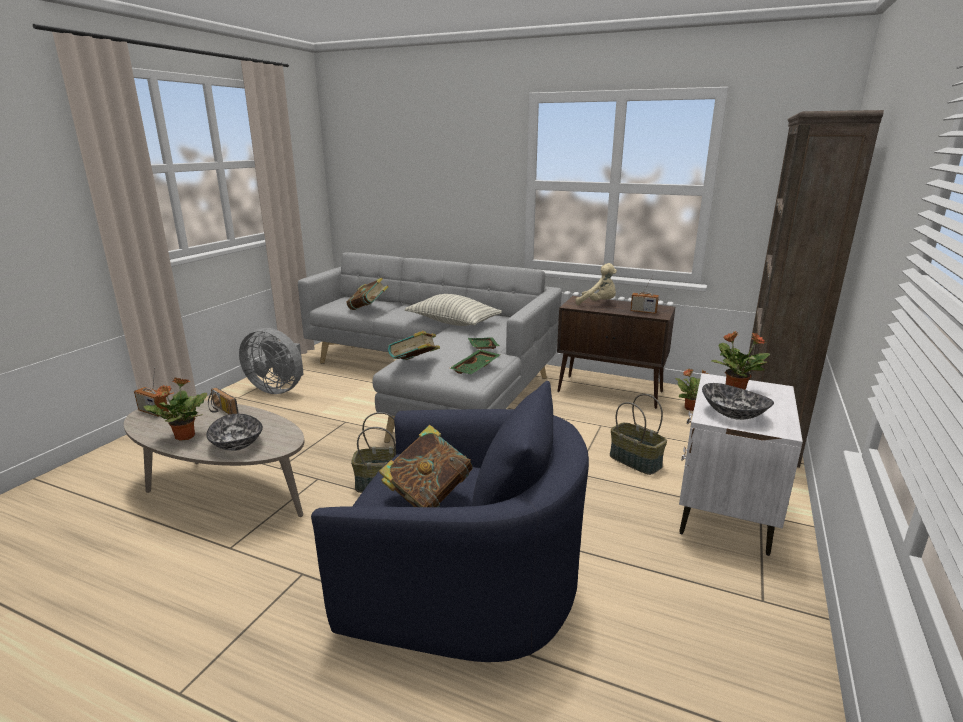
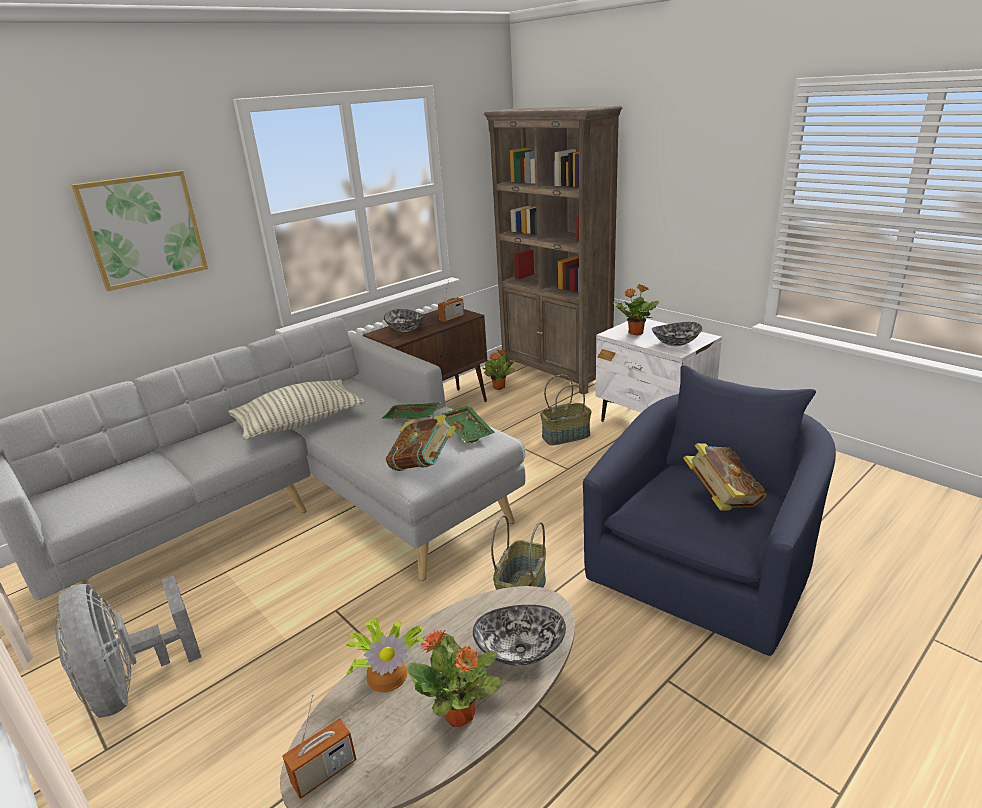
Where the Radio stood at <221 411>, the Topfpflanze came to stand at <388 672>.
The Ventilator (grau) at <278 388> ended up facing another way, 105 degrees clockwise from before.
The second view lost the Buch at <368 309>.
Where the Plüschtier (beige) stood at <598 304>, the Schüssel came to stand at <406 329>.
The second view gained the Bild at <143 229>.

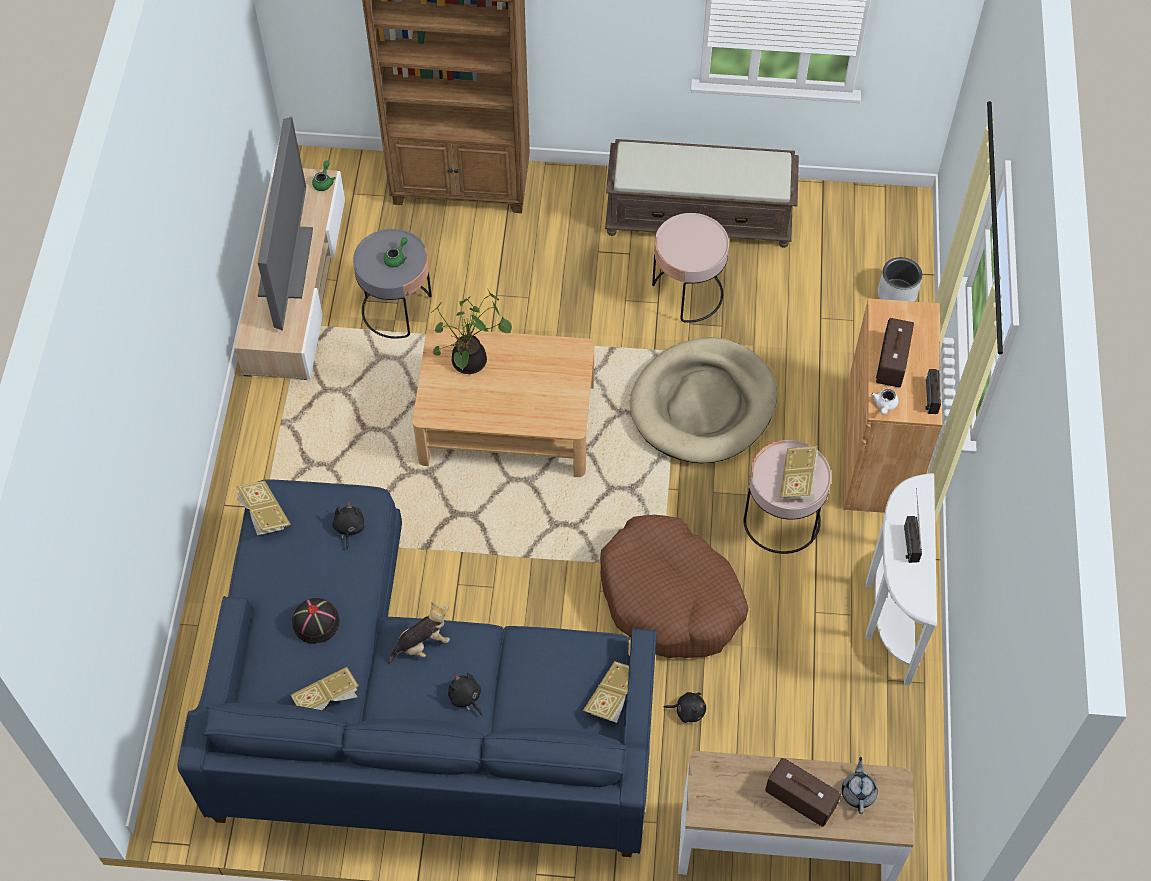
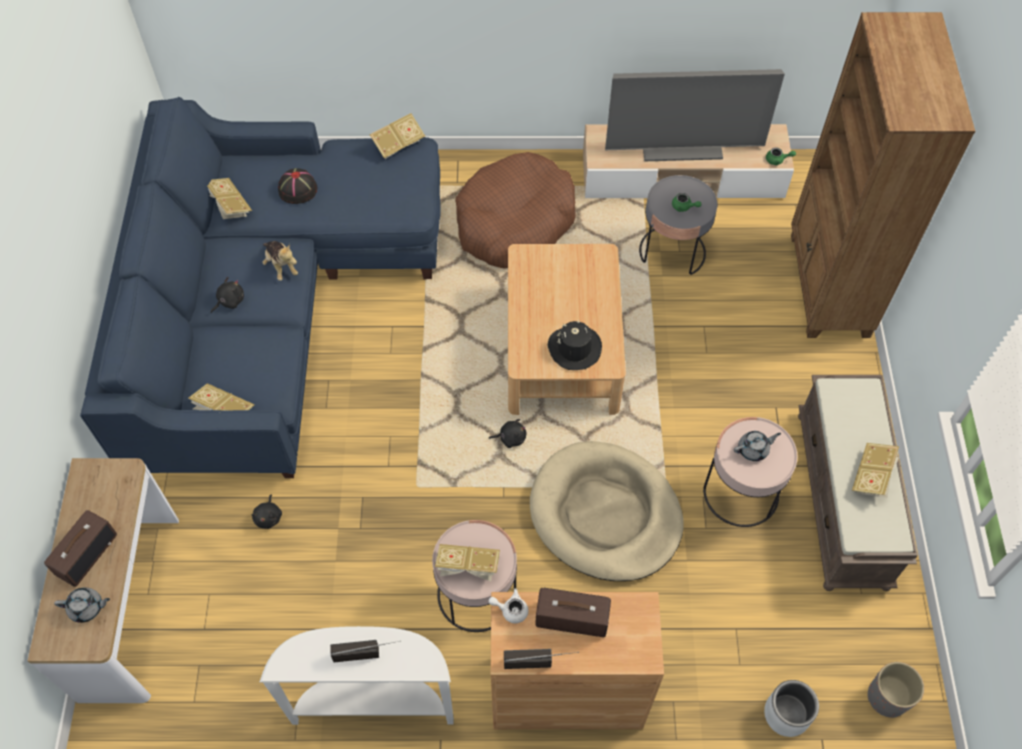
The Plüschtier (schwarz) ended up elsewhere, having gone from <349 528> to <510 438>.
The second view lost the Topfpflanze at <470 364>.
The Hundebett (braun) ended up elsewhere, having gone from <670 597> to <514 222>.
The second view gained the Hut (schwarz) at <574 348>.
The second view gained the Teekanne (grau) at <753 449>.
The second view gained the Buch at <872 477>.
The second view gained the Pflanzkübel (grau) at <888 697>.

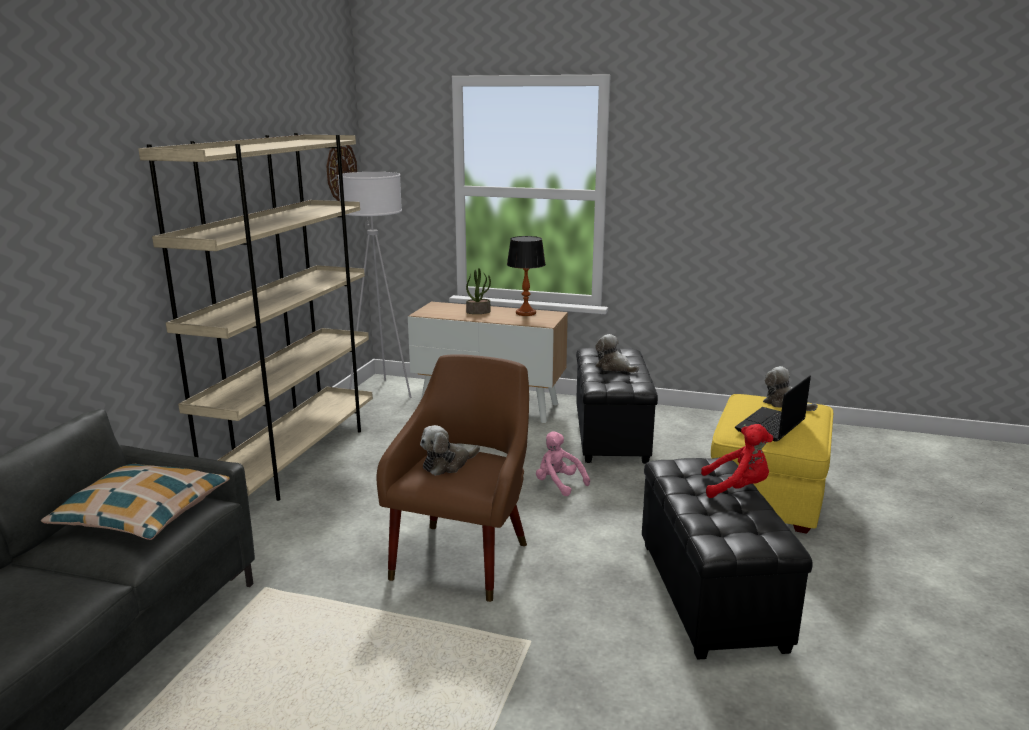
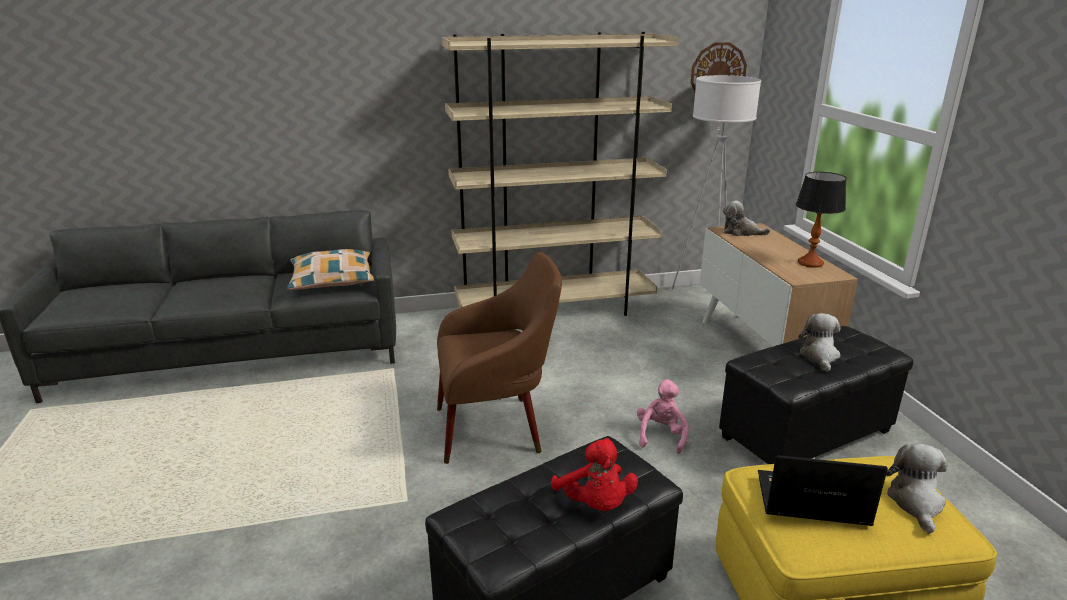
The Plüschtier ended up elsewhere, having gone from <447 464> to <741 232>.
The second view lost the Topfpflanze at <478 312>.

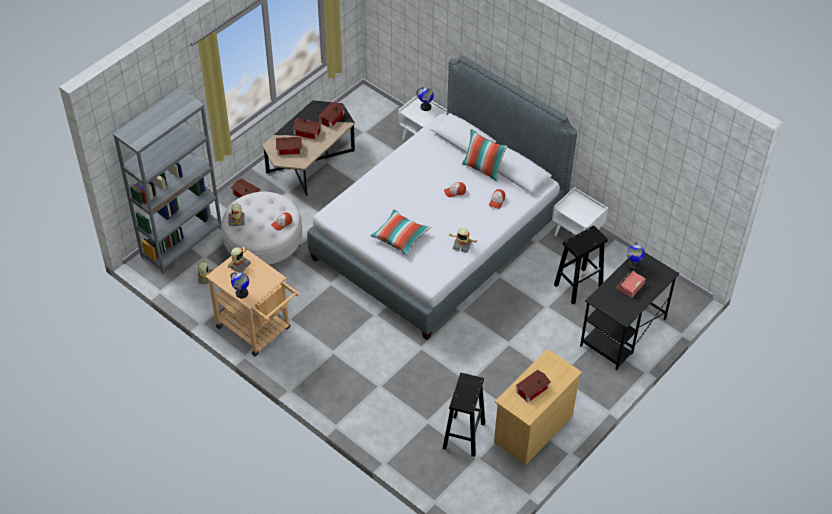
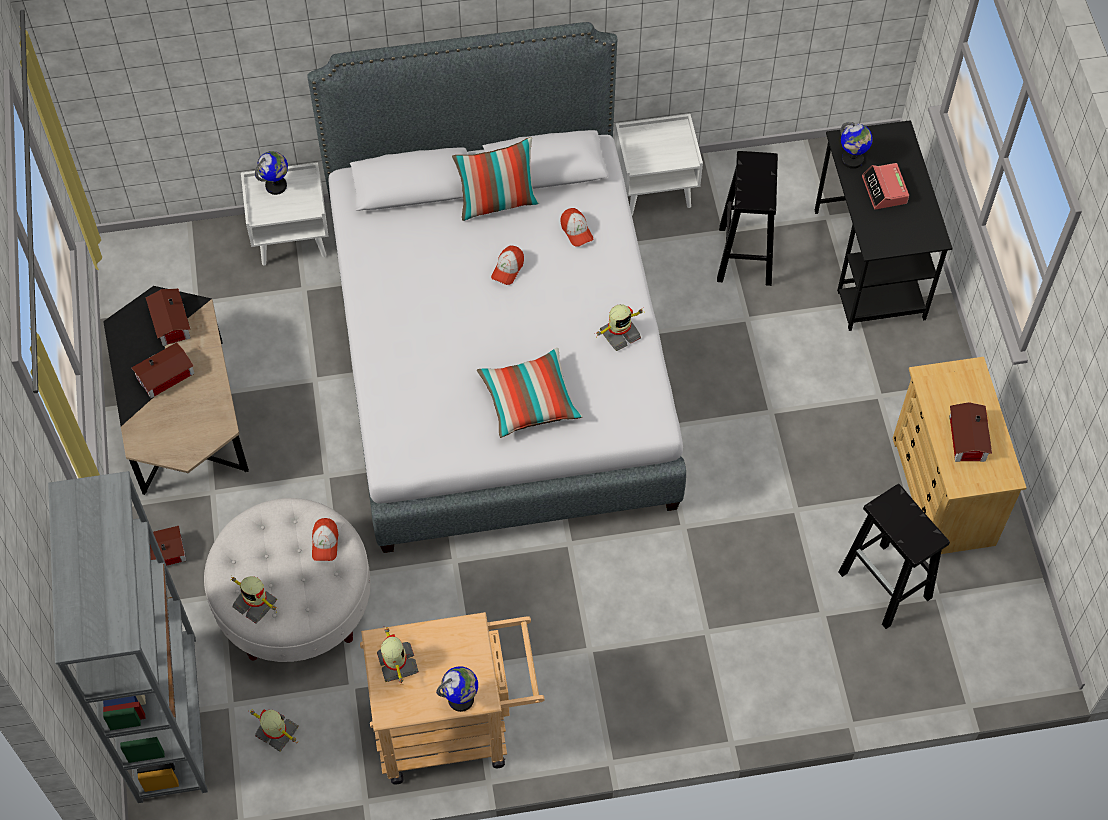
The second view lost the Spielzeughaus at <290 149>.

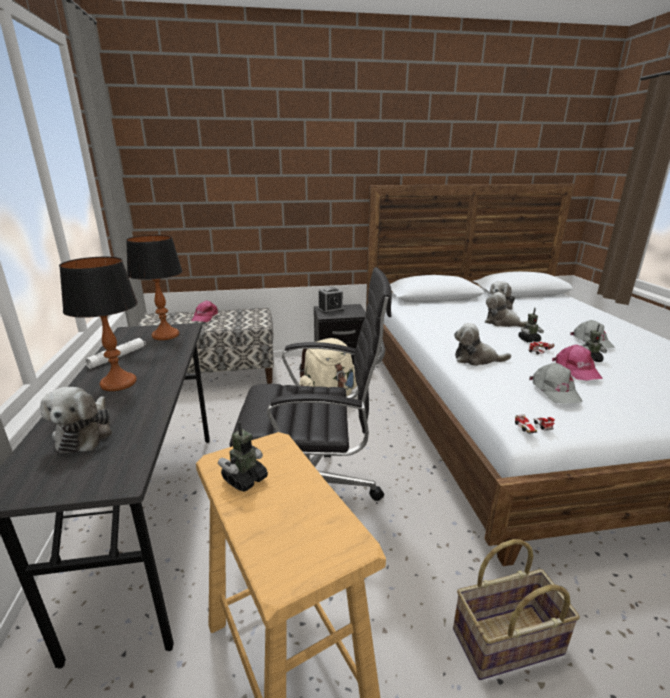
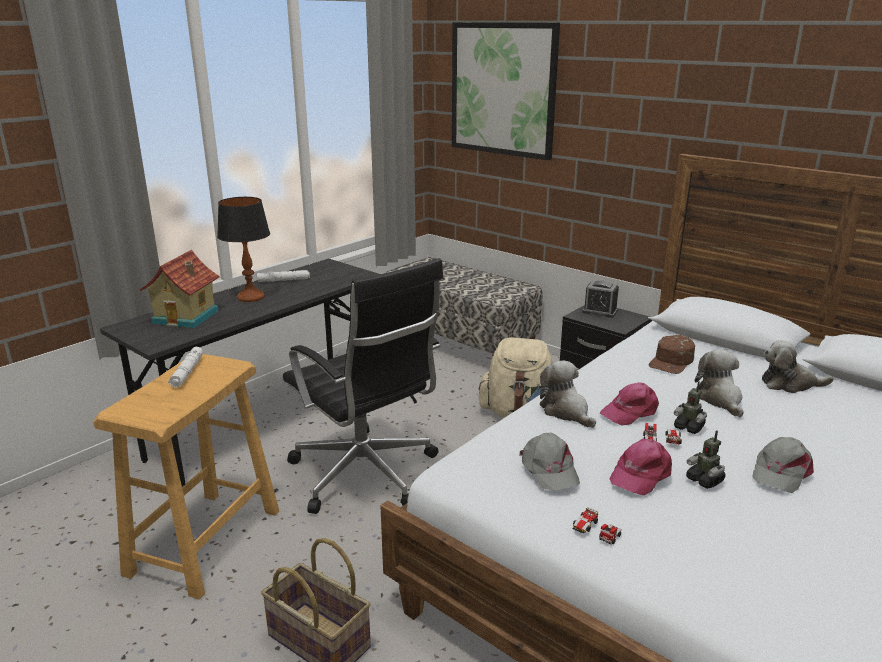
Where the Plüschtier stood at <85 433>, the Spielzeughaus came to stand at <187 317>.
The second view lost the Tischlampe at <166 335>.
The Kappe (rosa) ended up elsewhere, having gone from <205 317> to <630 411>.
Where the Spielzeugroboter stood at <245 479>, the Taschenlampe (weiß) came to stand at <187 372>.
The Spielzeugauto ended up elsewhere, having gone from <533 428> to <596 532>.
The Kappe (grau) at <554 390> ended up facing another way, 60 degrees counterclockwise from before.
The second view gained the Bild at <503 89>.
The second view gained the Kappe (braun) at <671 362>.

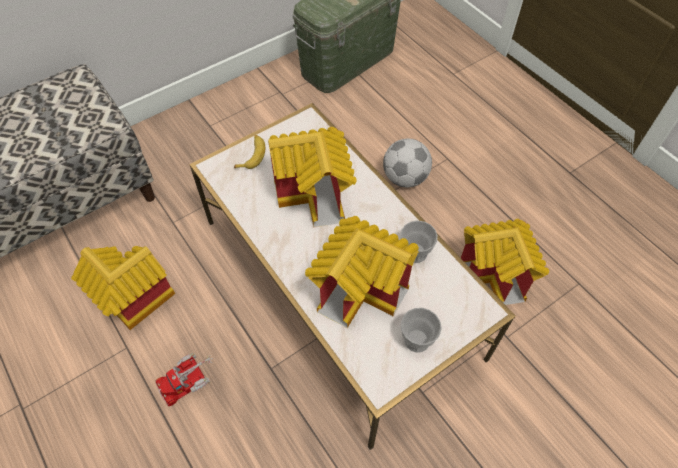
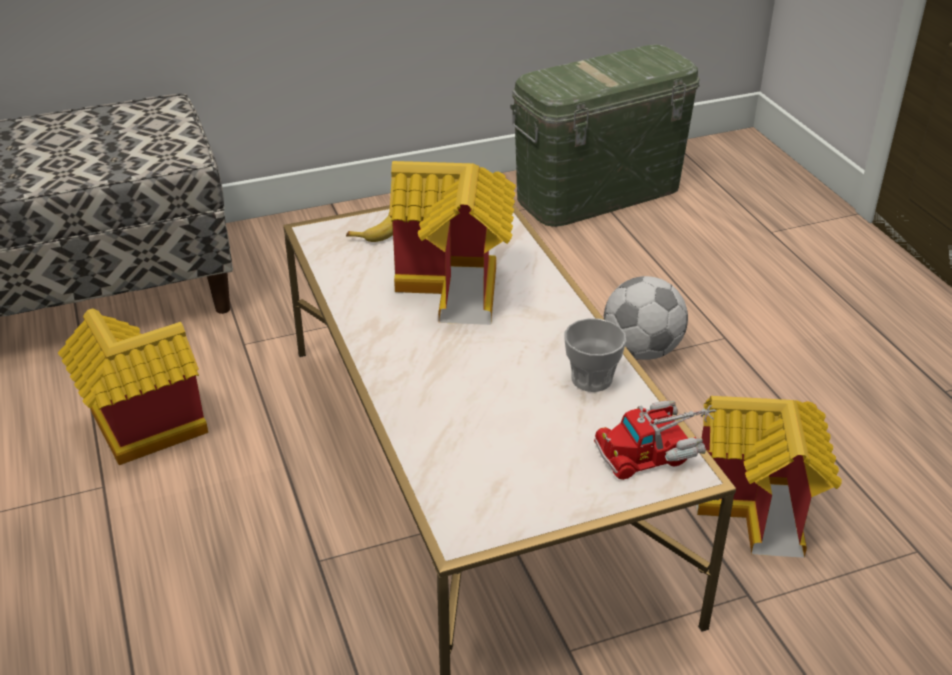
The Spielzeuglaster ended up elsewhere, having gone from <189 379> to <656 449>.
The second view lost the Spielzeughaus at <362 290>.
The second view lost the Tasse at <417 340>.

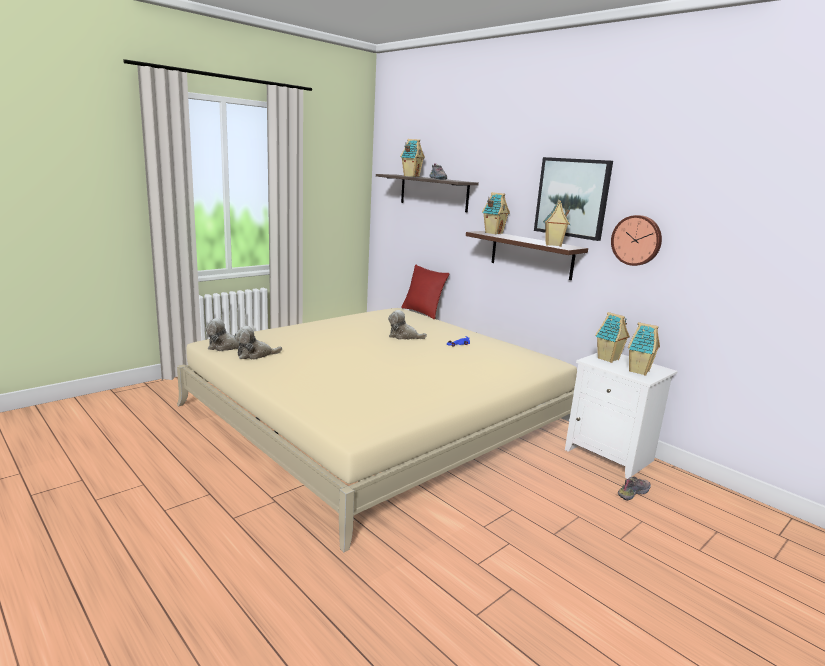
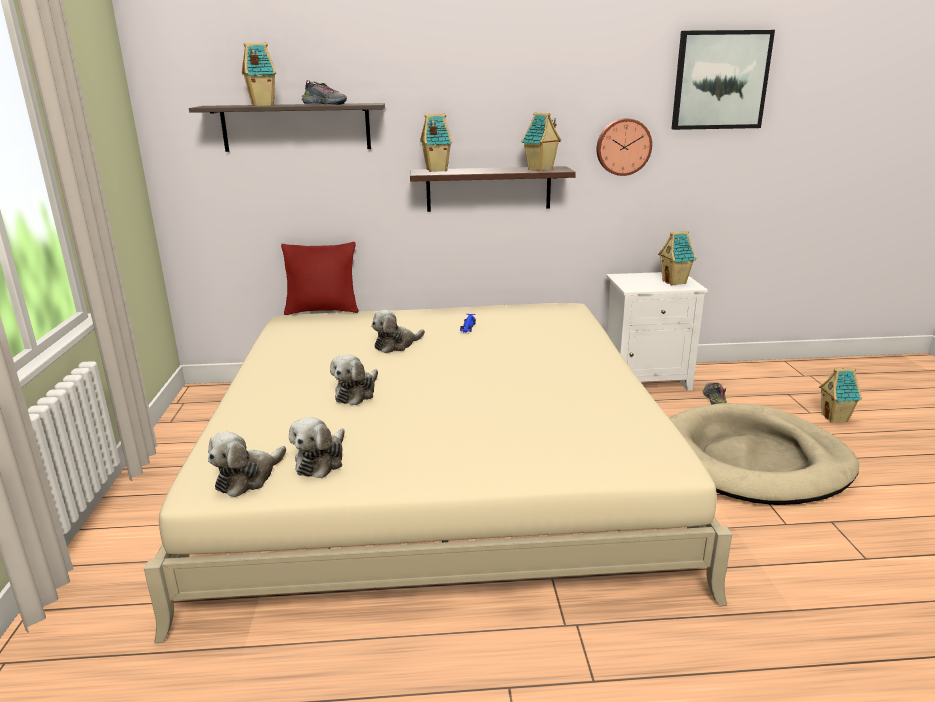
The Bild ended up elsewhere, having gone from <572 197> to <720 80>.
The Spielzeughaus ended up elsewhere, having gone from <608 359> to <835 418>.
The second view gained the Plüschtier at <357 393>.
The second view gained the Hundebett (beige) at <752 460>.

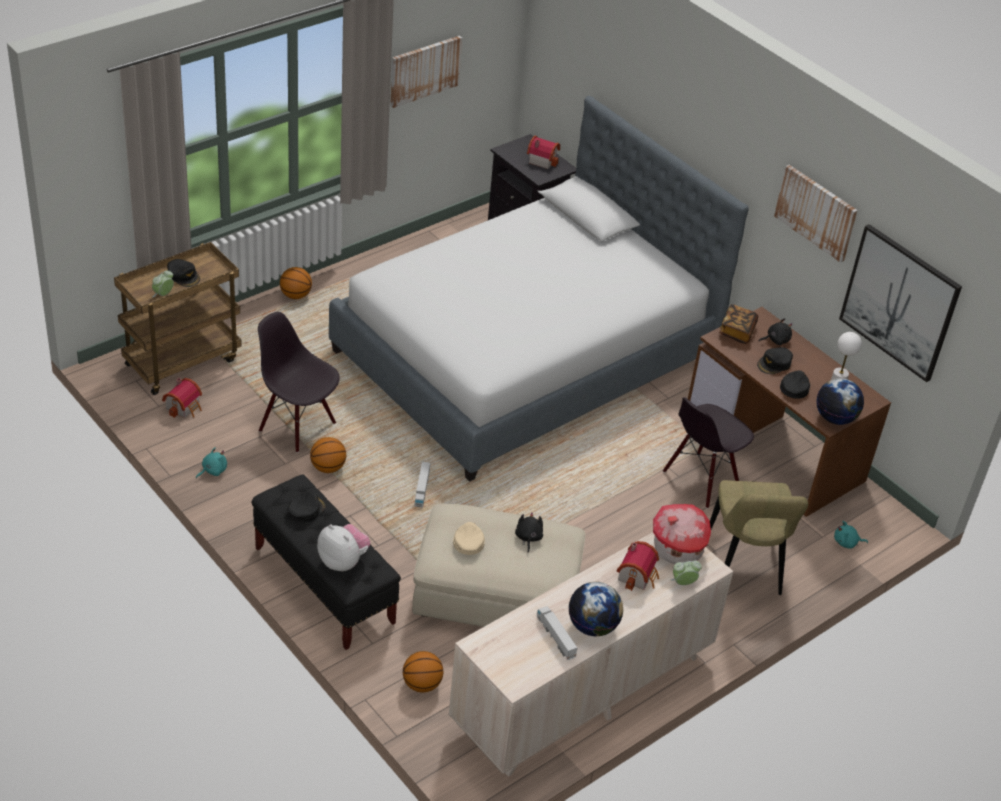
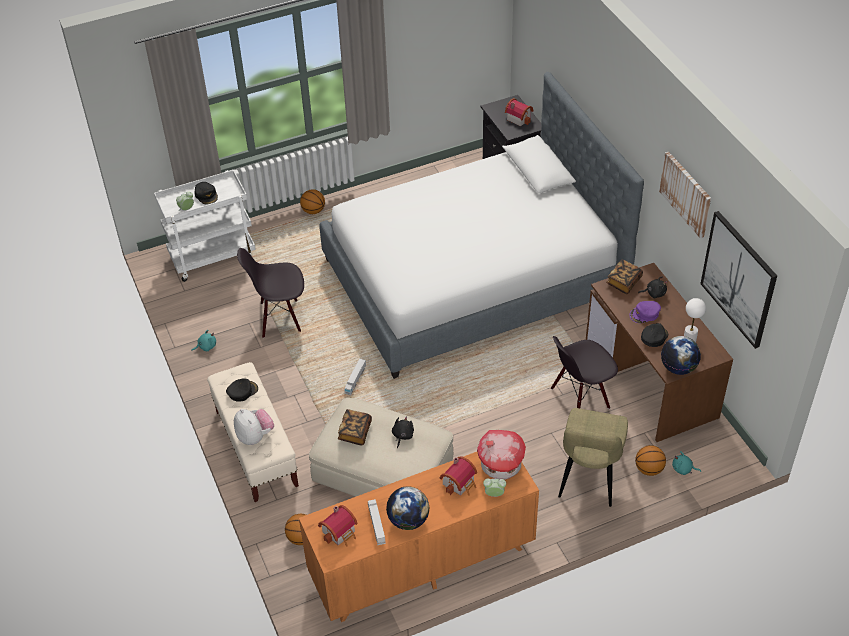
What was the Rollwagen (braun) at <182 361> turned into the Rollwagen (weiß) at <213 256>.
The Spielzeughaus ended up elsewhere, having gone from <185 407> to <340 532>.
What was the Bank (schwarz) at <324 585> turned into the Bank (beige) at <256 448>.
The Stuhl (schwarz) at <298 426> ended up facing another way, 60 degrees counterclockwise from before.
The Basketball ended up elsewhere, having gone from <327 467> to <648 469>.
The second view lost the Bild at <424 70>.
What was the Kommode (beige) at <582 692> turned into the Kommode (orange) at <421 563>.
Where the Kappe (beige) stood at <468 541>, the Buch came to stand at <355 432>.
What was the Kappe (schwarz) at <774 364> turned into the Kappe (lila) at <644 314>.

